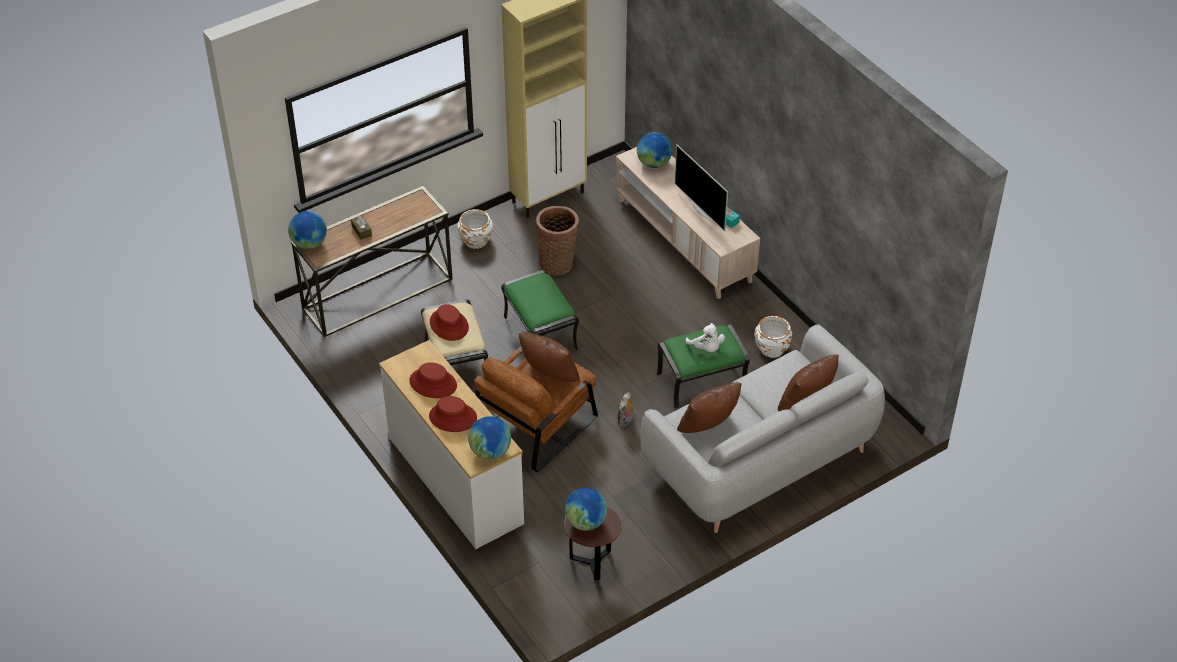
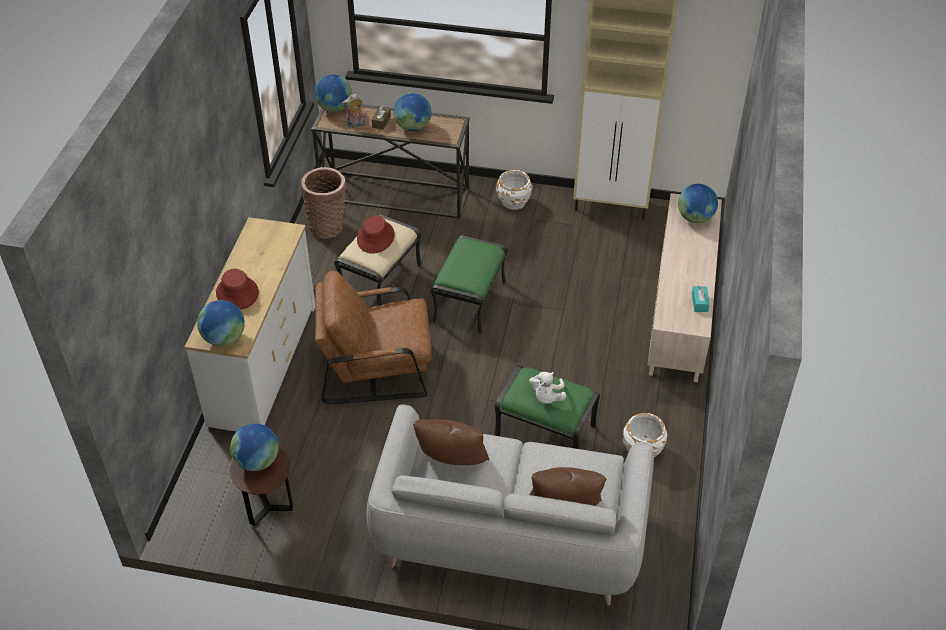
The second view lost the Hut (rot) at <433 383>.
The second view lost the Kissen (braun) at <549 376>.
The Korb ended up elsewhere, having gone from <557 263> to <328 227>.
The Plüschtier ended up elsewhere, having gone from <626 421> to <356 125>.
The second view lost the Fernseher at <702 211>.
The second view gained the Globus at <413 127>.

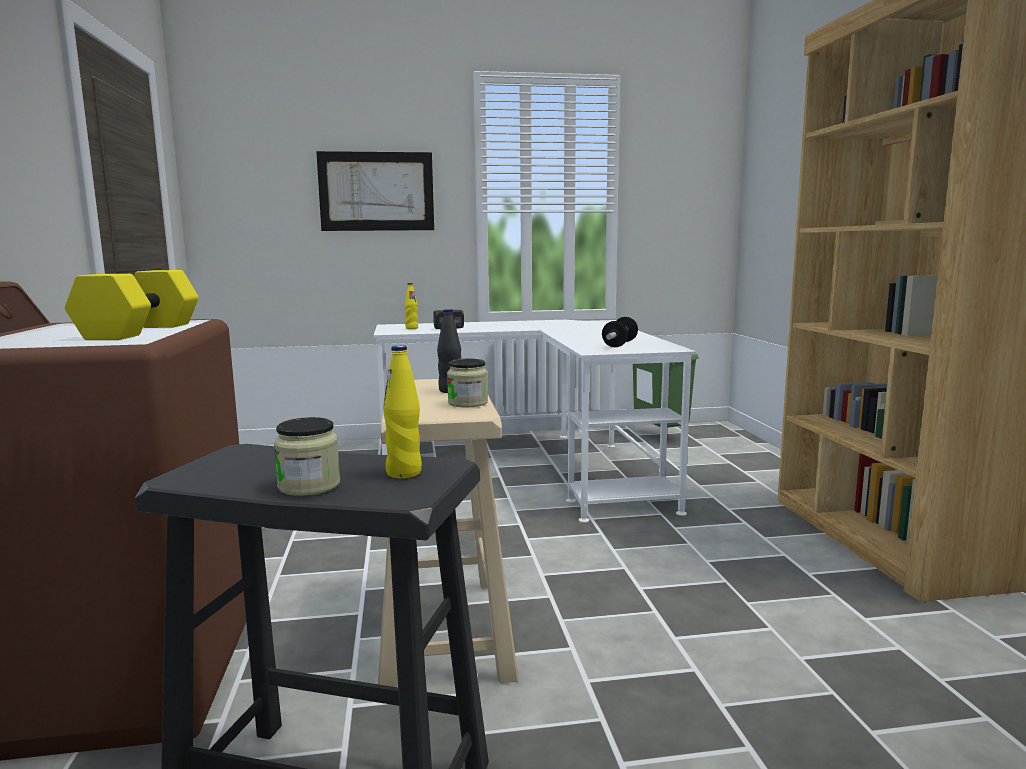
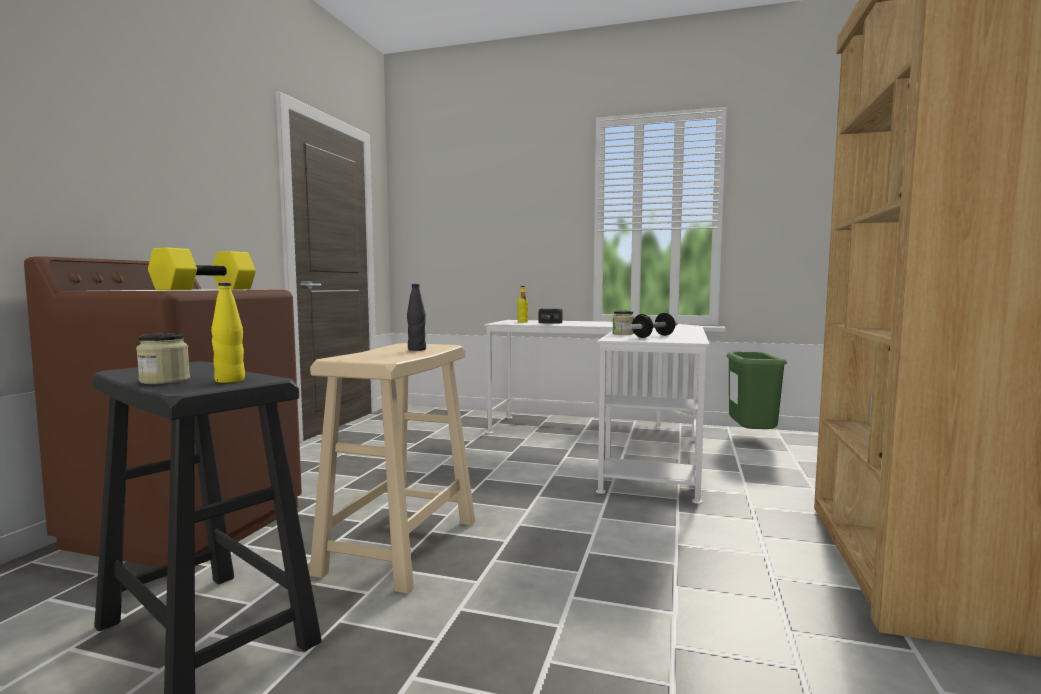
The second view lost the Bild at <376 191>.
The Vorratsglas ended up elsewhere, having gone from <468 403> to <623 334>.

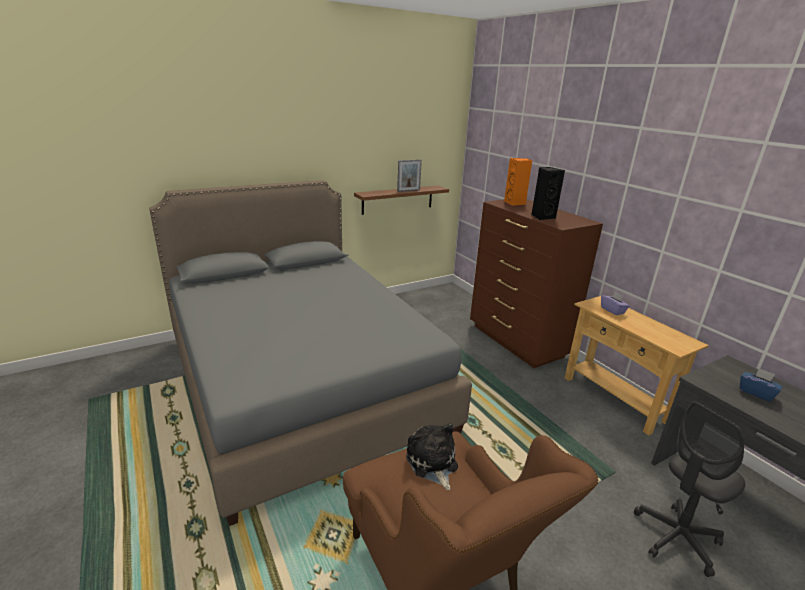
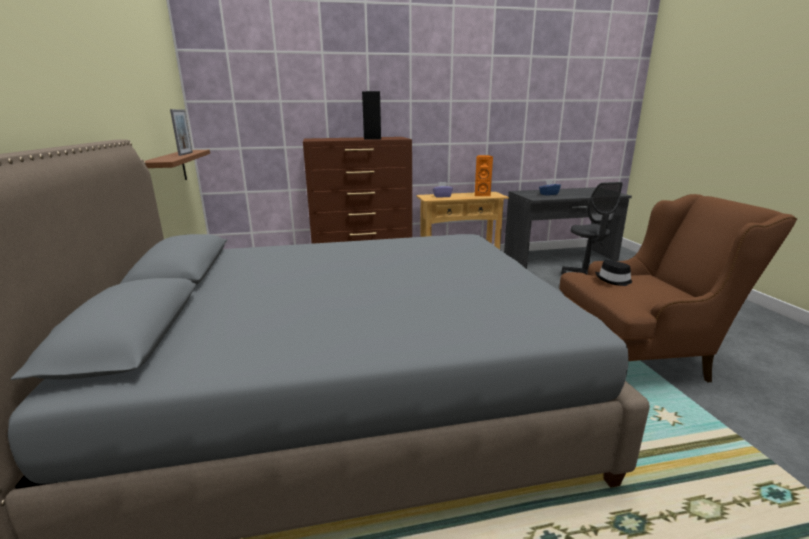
Where the Plüschtier stood at <432 463>, the Hut (schwarz) came to stand at <614 280>.
The Lautsprecher (orange) ended up elsewhere, having gone from <515 203> to <482 195>.

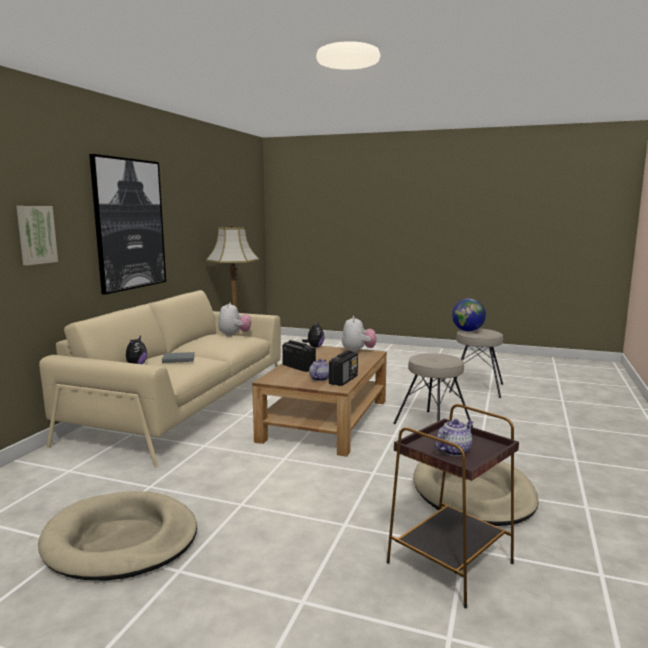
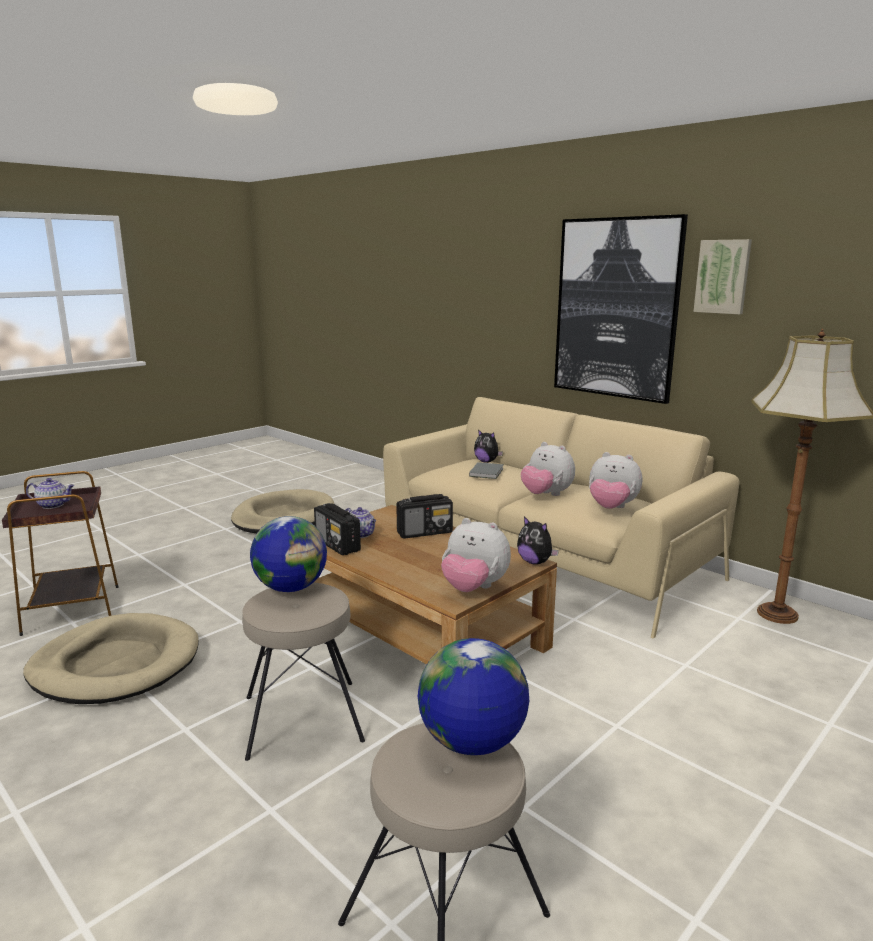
The Bild ended up elsewhere, having gone from <35 235> to <723 276>.
The Teekanne at <454 450> ended up facing another way, 75 degrees counterclockwise from before.
The second view gained the Globus at <291 588>.
The second view gained the Plüschtier at <546 495>.

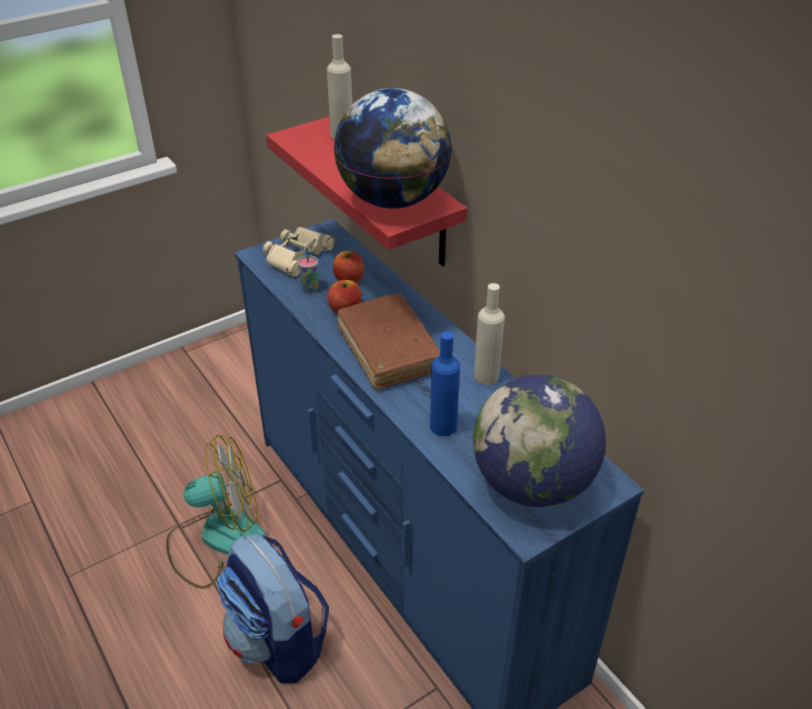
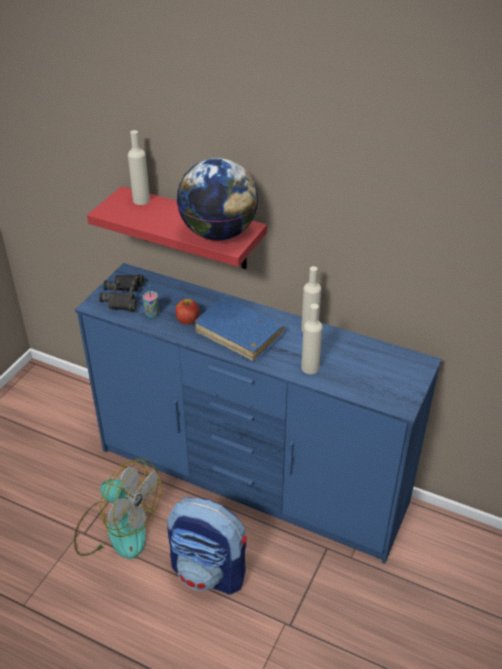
The Ventilator at <217 538> ended up facing another way, 75 degrees clockwise from before.
What was the Fernglas (beige) at <297 256> turned into the Fernglas (schwarz) at <123 296>.
The second view lost the Apfel at <349 279>.
What was the Buch (braun) at <389 350> turned into the Buch (blau) at <238 335>.
What was the Flasche (blau) at <443 426> turned into the Flasche (beige) at <310 367>.
The second view lost the Globus at <532 484>.

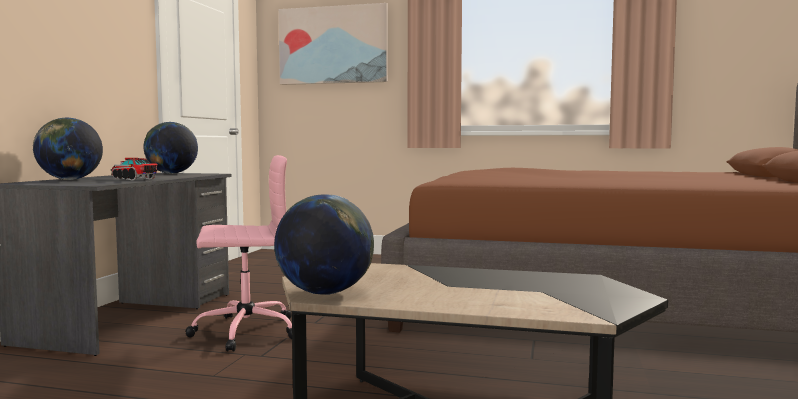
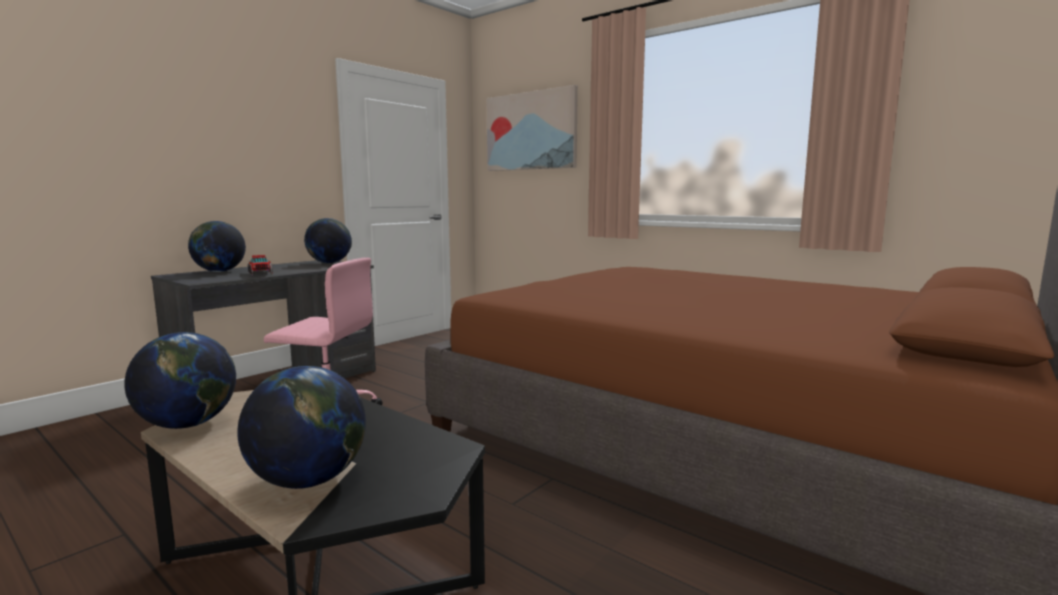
The second view gained the Globus at <308 481>.

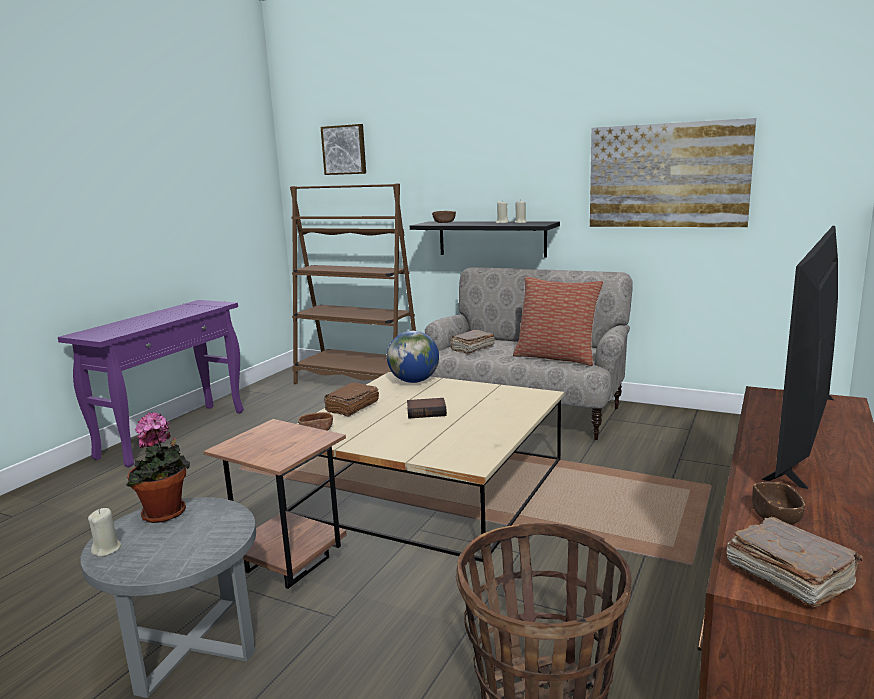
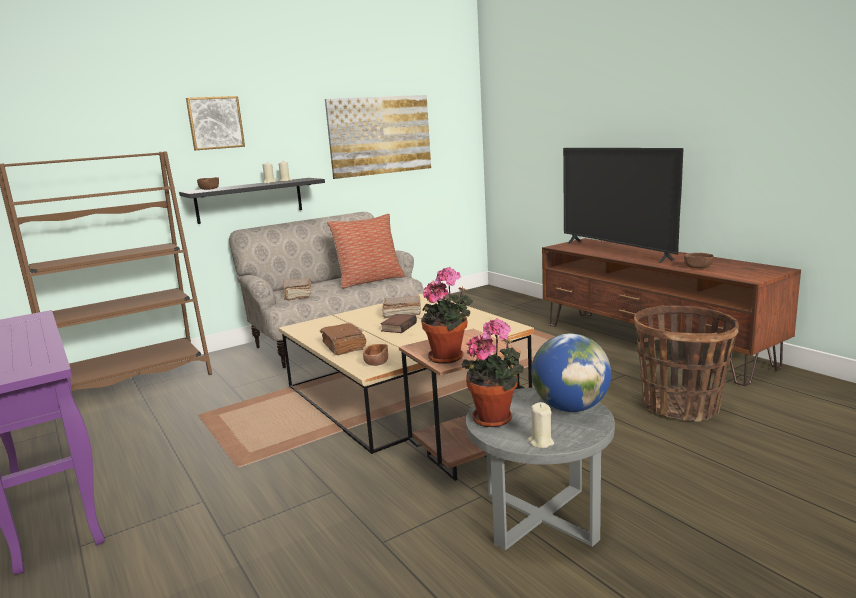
The Bild ended up elsewhere, having gone from <344 150> to <215 123>.
The Globus ended up elsewhere, having gone from <414 381> to <570 408>.
The Buch (braun) ended up elsewhere, having gone from <788 576> to <401 314>.
The second view gained the Topfpflanze at <449 357>.

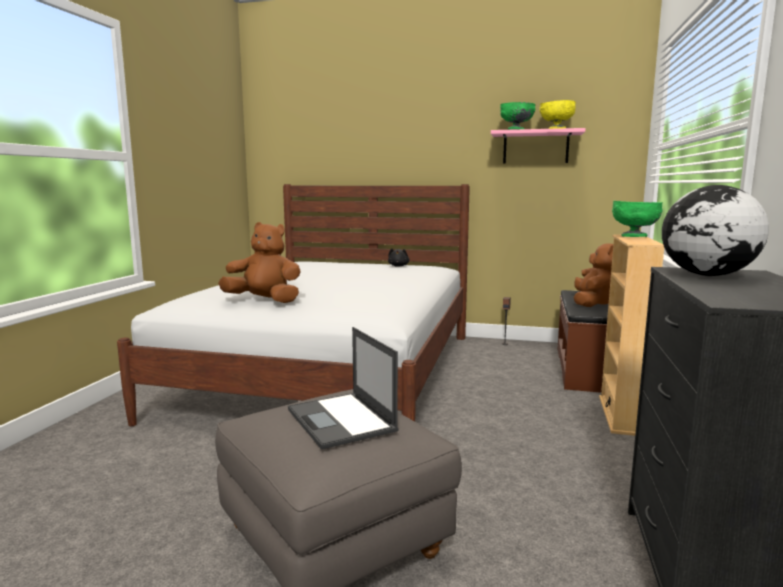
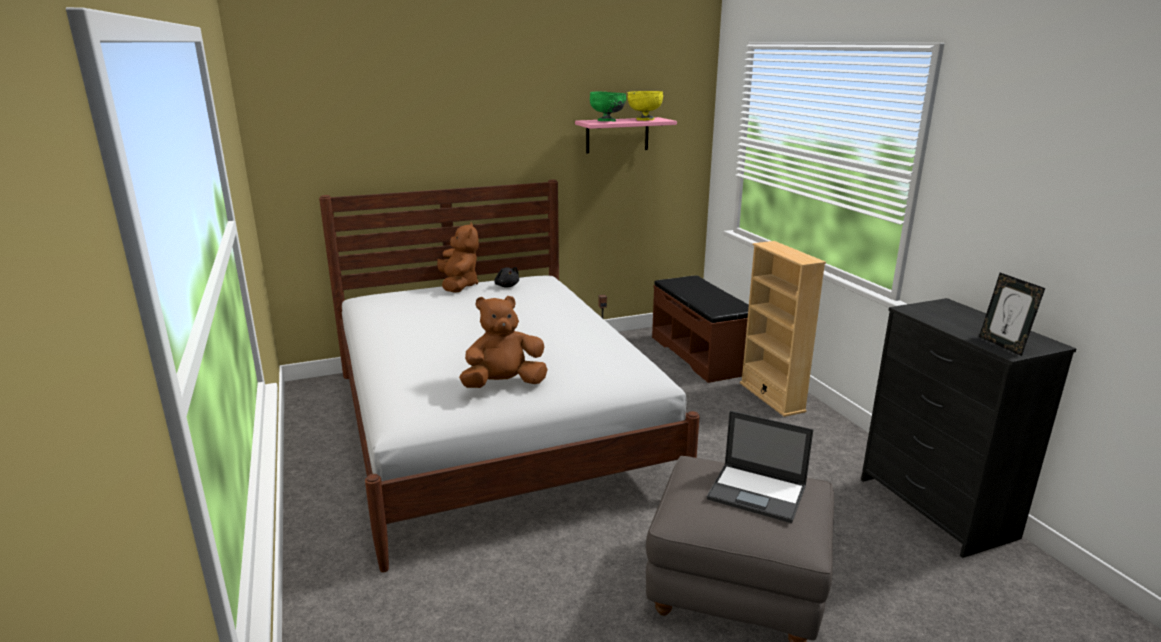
The Plüschtier (braun) ended up elsewhere, having gone from <592 303> to <459 285>.
The second view lost the Schüssel (grün) at <634 237>.
The second view lost the Globus at <706 275>.
The second view gained the Bilderrahmen at <1002 345>.

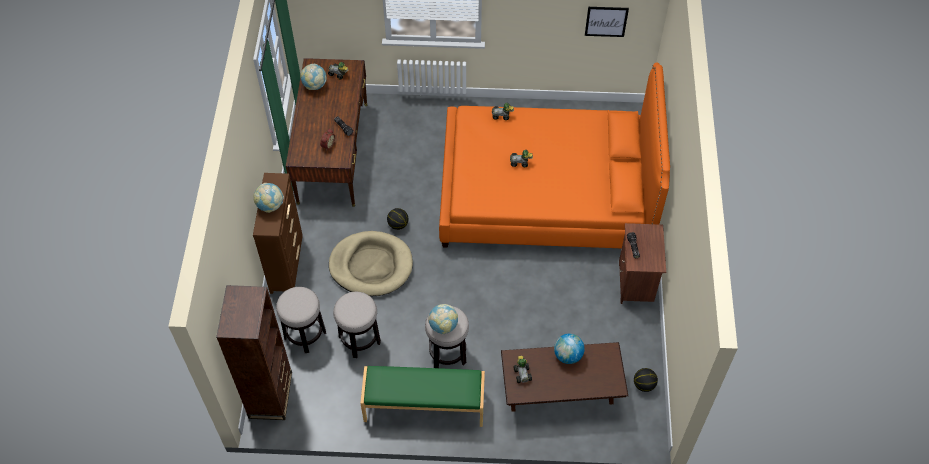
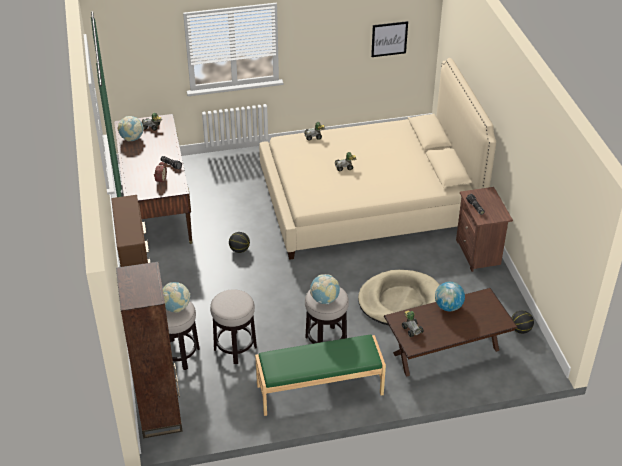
The Globus ended up elsewhere, having gone from <270 205> to <176 307>.
The Hundebett (beige) ended up elsewhere, having gone from <371 266> to <401 301>.
What was the Bett (orange) at <546 191> turned into the Bett (beige) at <368 200>.

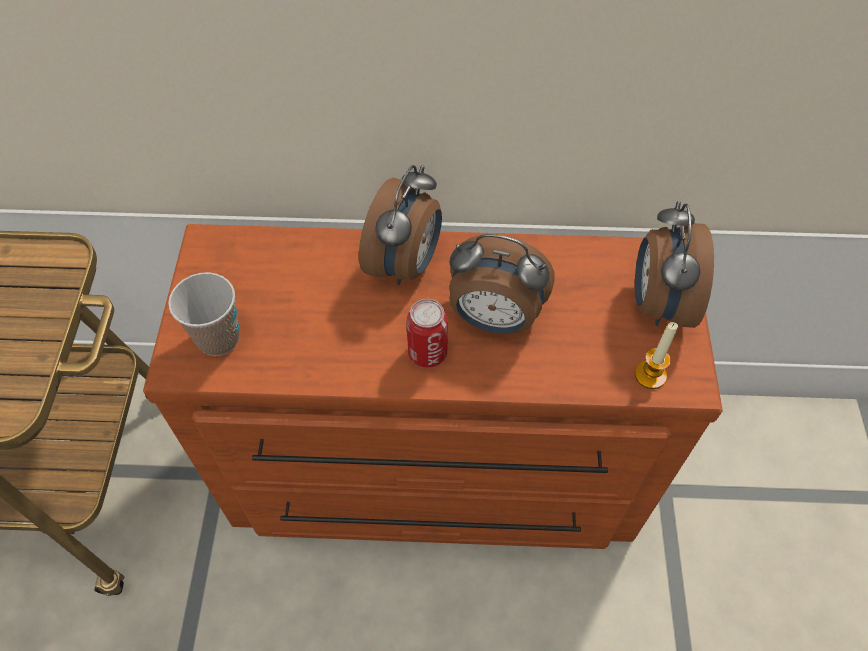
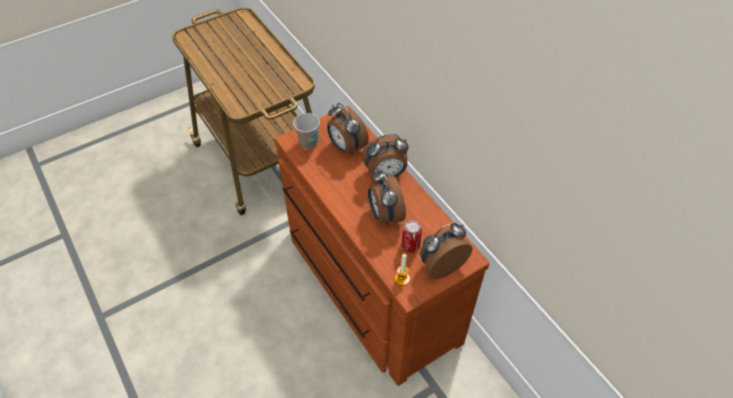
The Dose ended up elsewhere, having gone from <427 352> to <410 246>.
The second view gained the Wecker at <346 147>.

